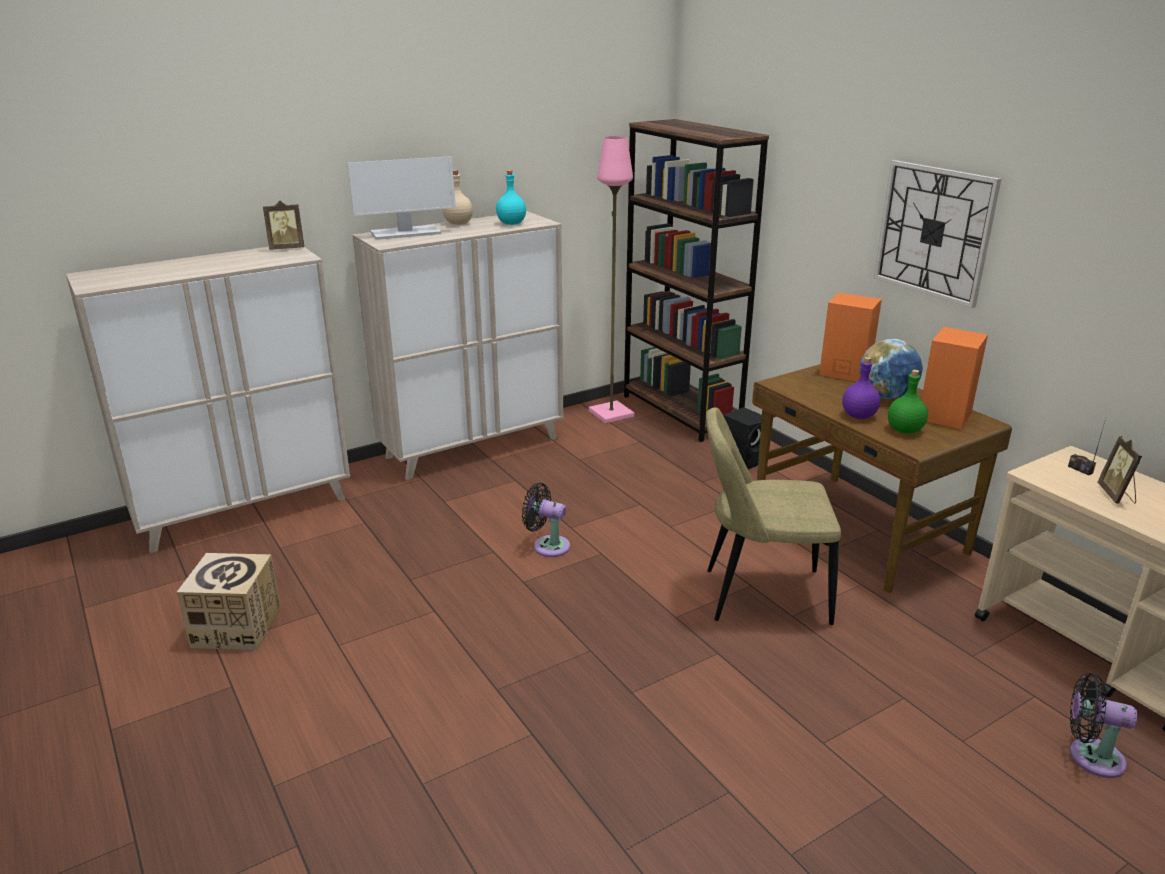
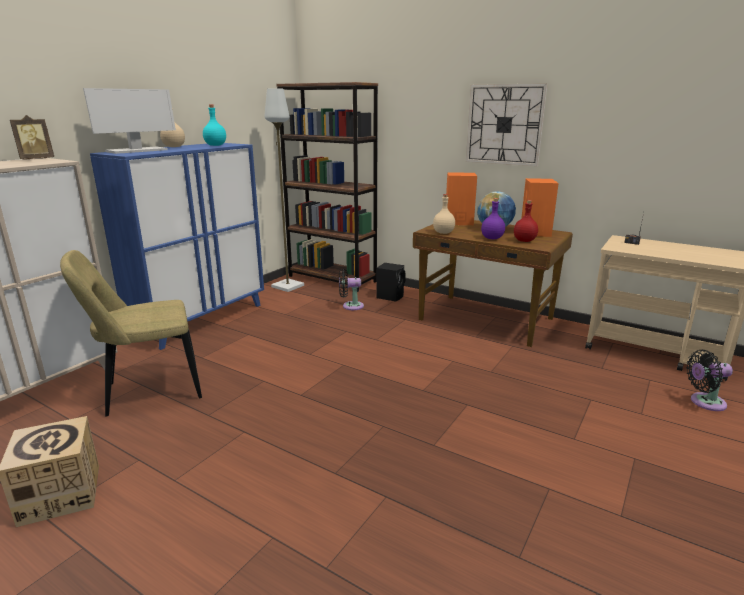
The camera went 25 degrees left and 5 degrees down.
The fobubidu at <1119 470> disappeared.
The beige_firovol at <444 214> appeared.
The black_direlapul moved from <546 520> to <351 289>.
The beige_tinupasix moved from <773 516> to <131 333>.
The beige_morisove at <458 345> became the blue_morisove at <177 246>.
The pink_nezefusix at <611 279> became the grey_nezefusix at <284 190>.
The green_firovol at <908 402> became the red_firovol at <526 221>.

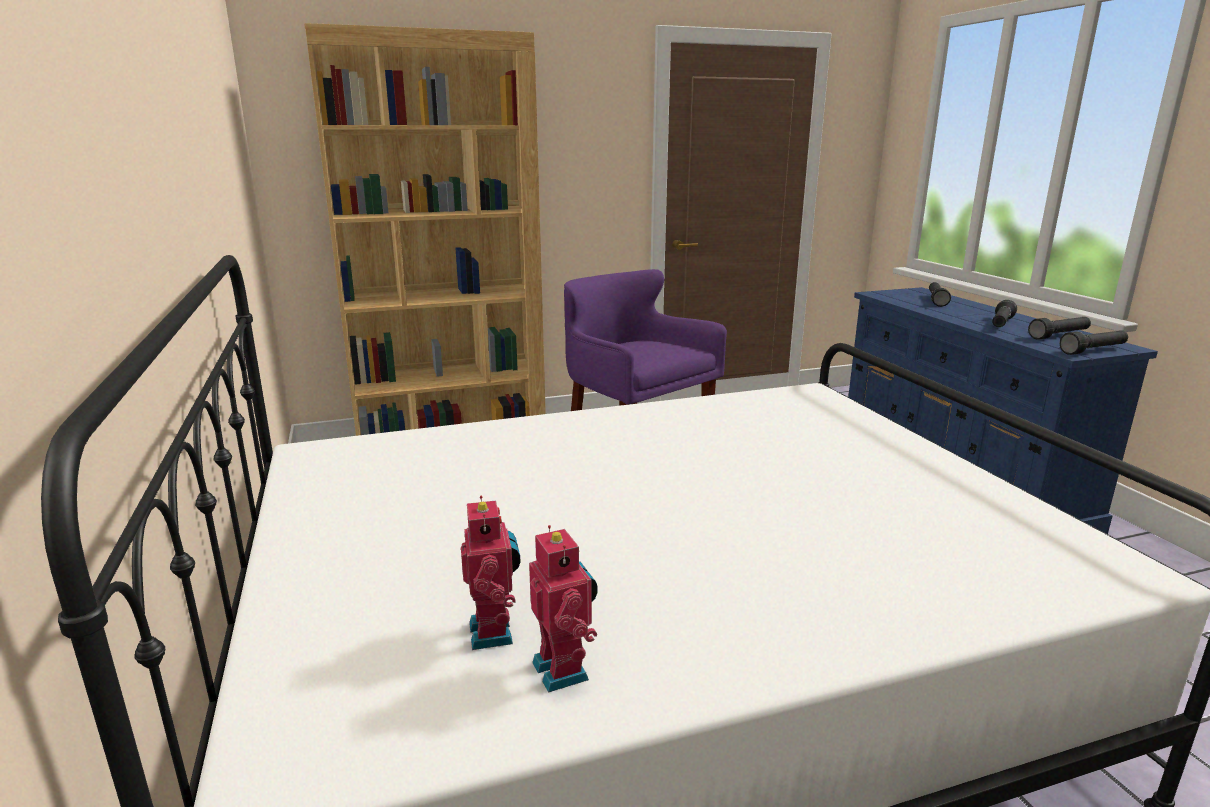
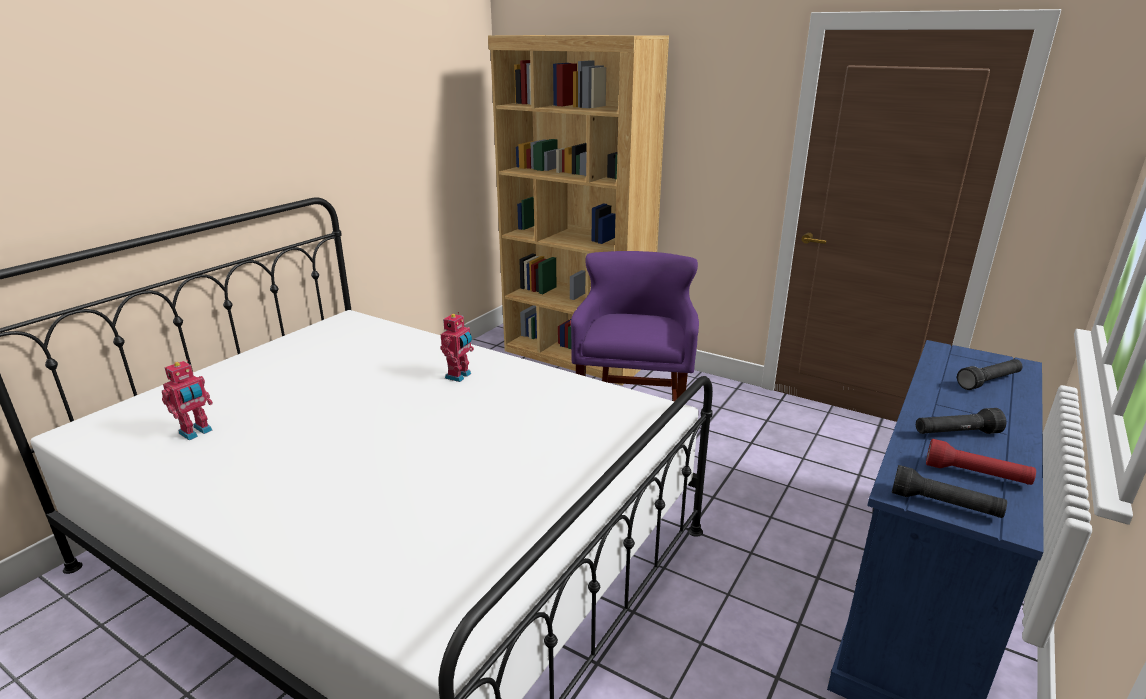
The camera went 50 degrees right and 5 degrees up.
The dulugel moved from <563 609> to <457 347>.
The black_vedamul at <1059 328> became the red_vedamul at <981 462>.

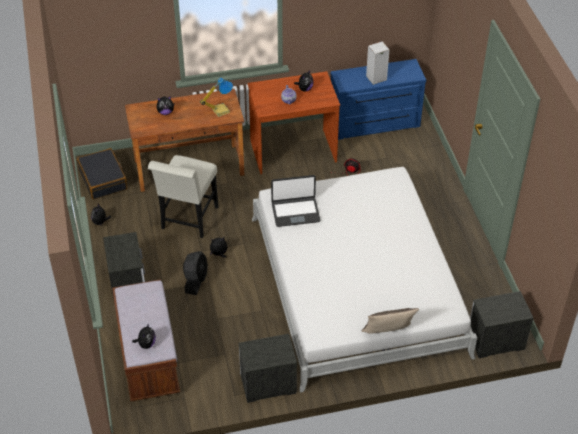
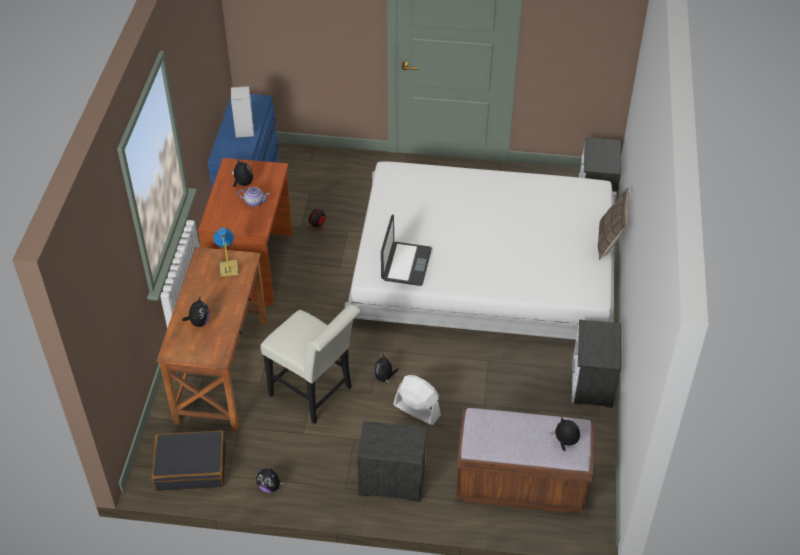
The camera went 70 degrees left and 0 degrees up.
The black_direlapul at <195 273> became the white_direlapul at <417 400>.

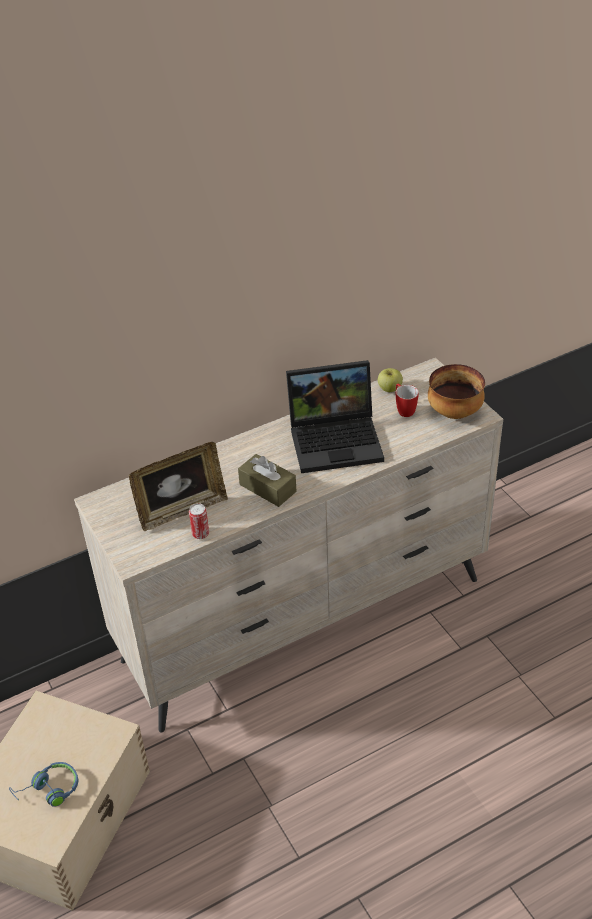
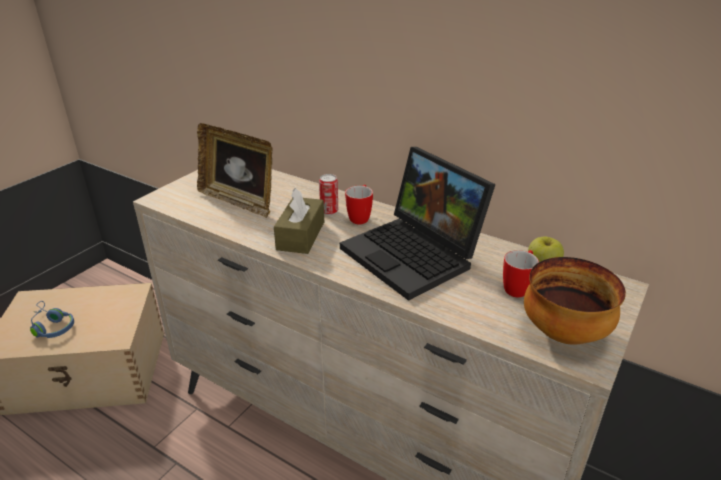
The camera went 60 degrees right and 10 degrees down.
The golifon at <359 204> appeared.
The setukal moved from <199 521> to <328 194>.

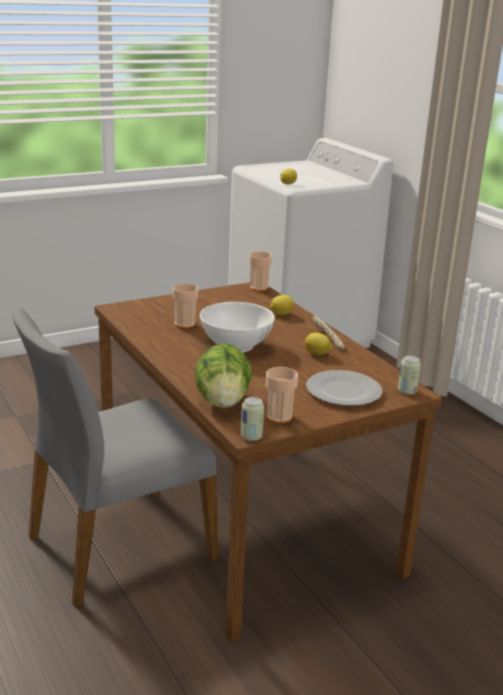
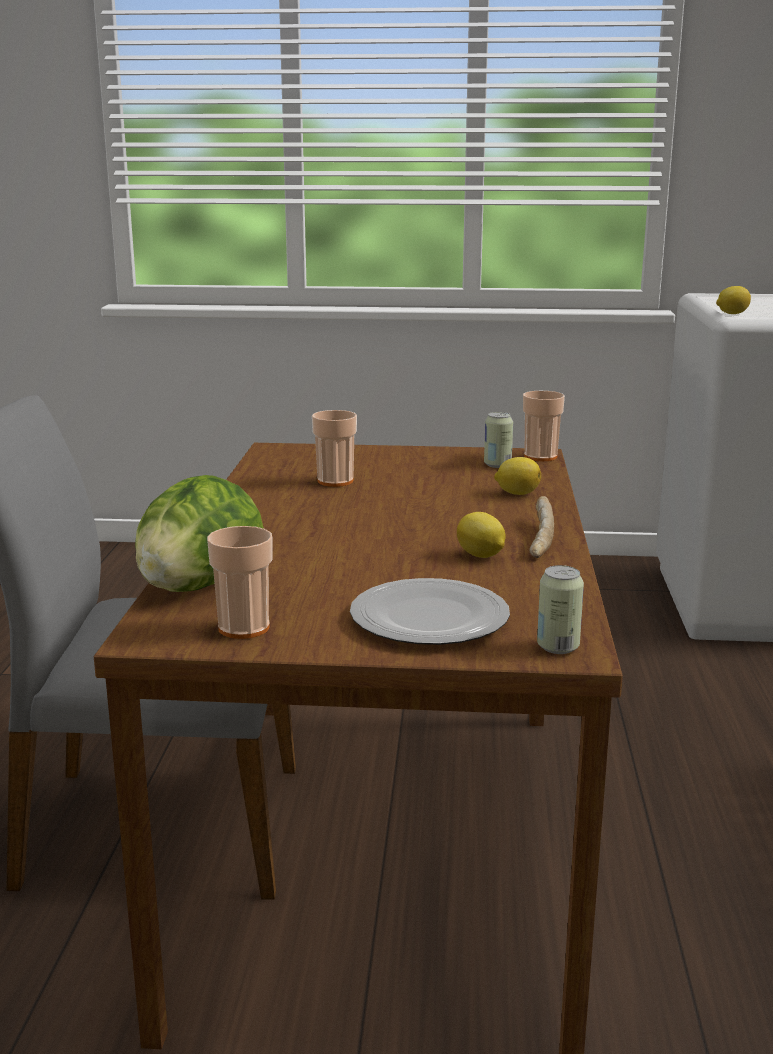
The camera went 35 degrees right and 5 degrees down.
The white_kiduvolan at <237 327> disappeared.
The setukal moved from <252 419> to <498 440>.

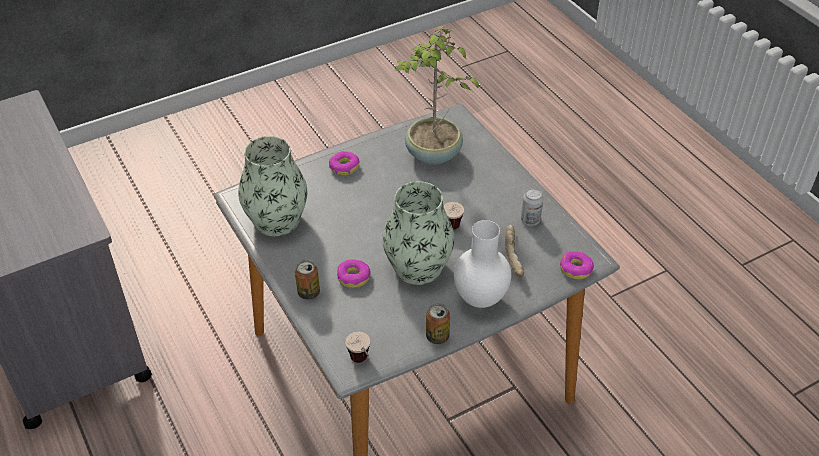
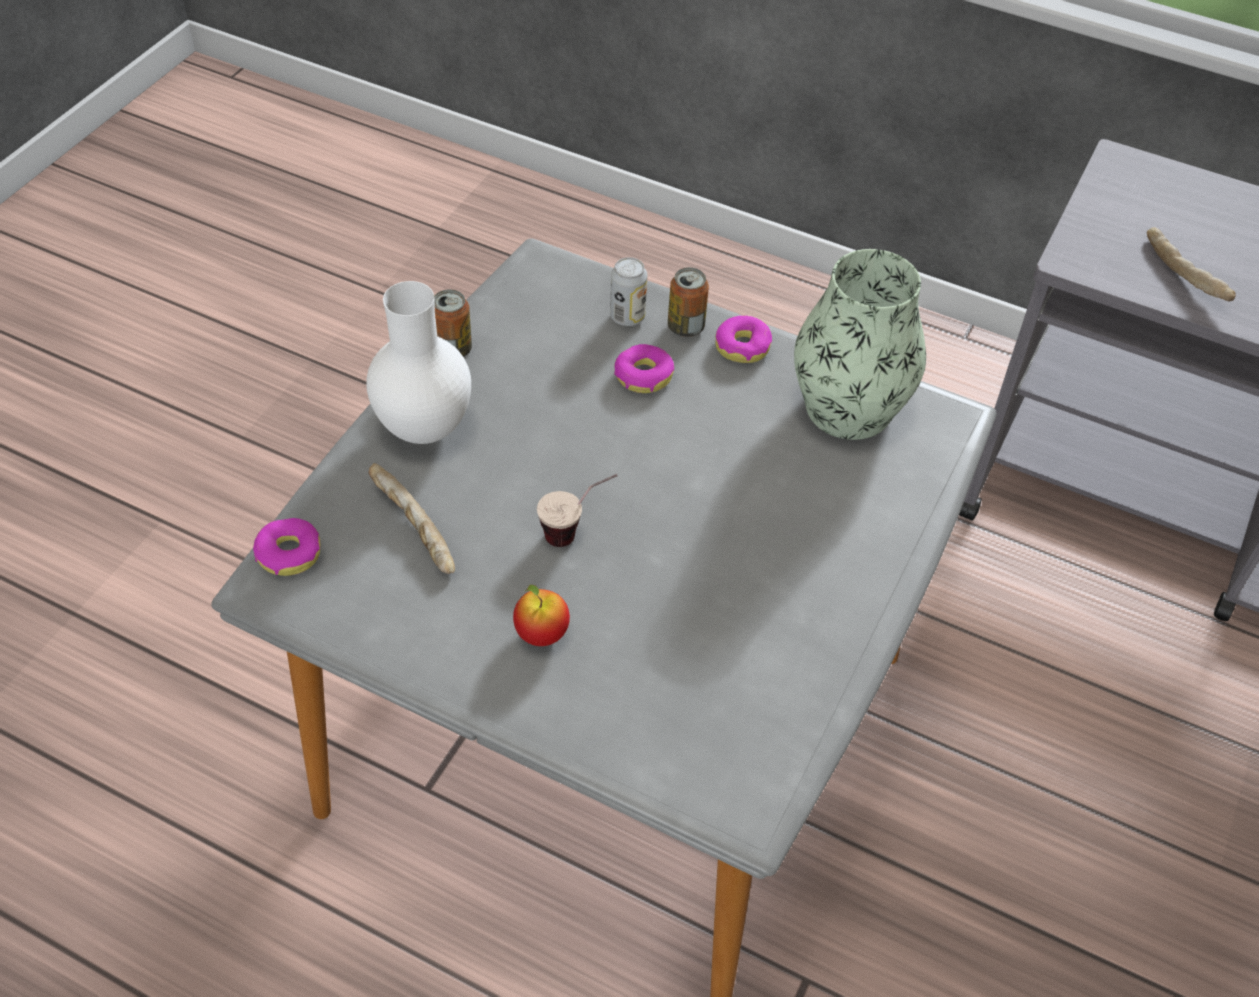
The camera went 145 degrees right and 5 degrees up.
The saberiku at <357 347> disappeared.
The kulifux at <418 233> disappeared.
The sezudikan at <436 95> disappeared.
The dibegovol at <541 615> appeared.
The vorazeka at <1191 264> appeared.
The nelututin moved from <344 163> to <743 339>.
The setukal moved from <532 207> to <629 291>.

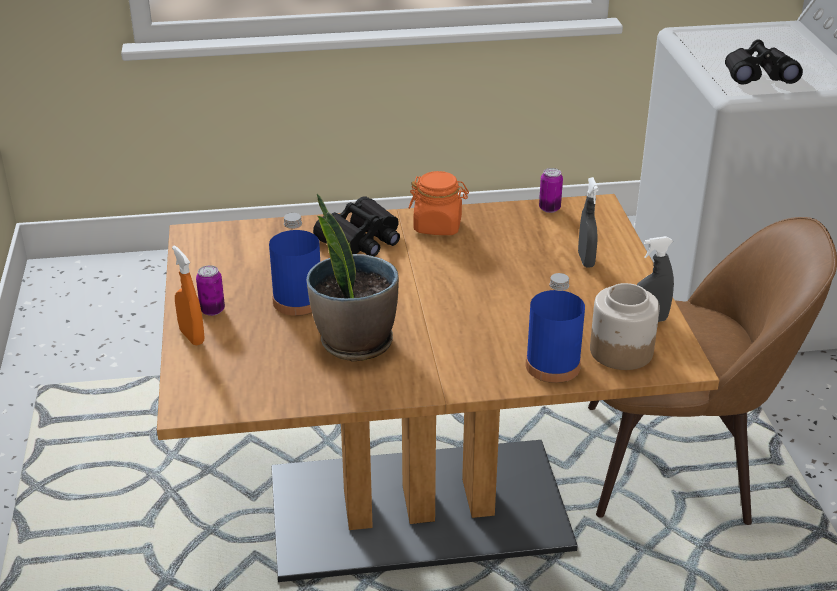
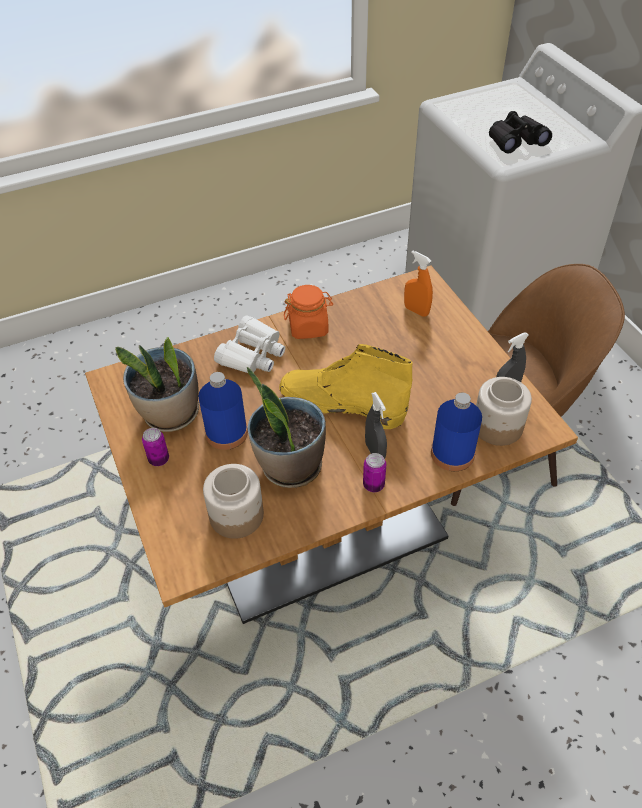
The camera went 15 degrees left and 15 degrees up.
The sezudikan at <157 384> appeared.
The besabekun at <233 501> appeared.
The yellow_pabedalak at <346 386> appeared.
The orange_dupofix moved from <188 295> to <418 283>.
The setukal moved from <551 190> to <374 472>.
The grey_dupofix moved from <588 222> to <376 425>.
The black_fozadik at <356 226> became the white_fozadik at <249 344>.

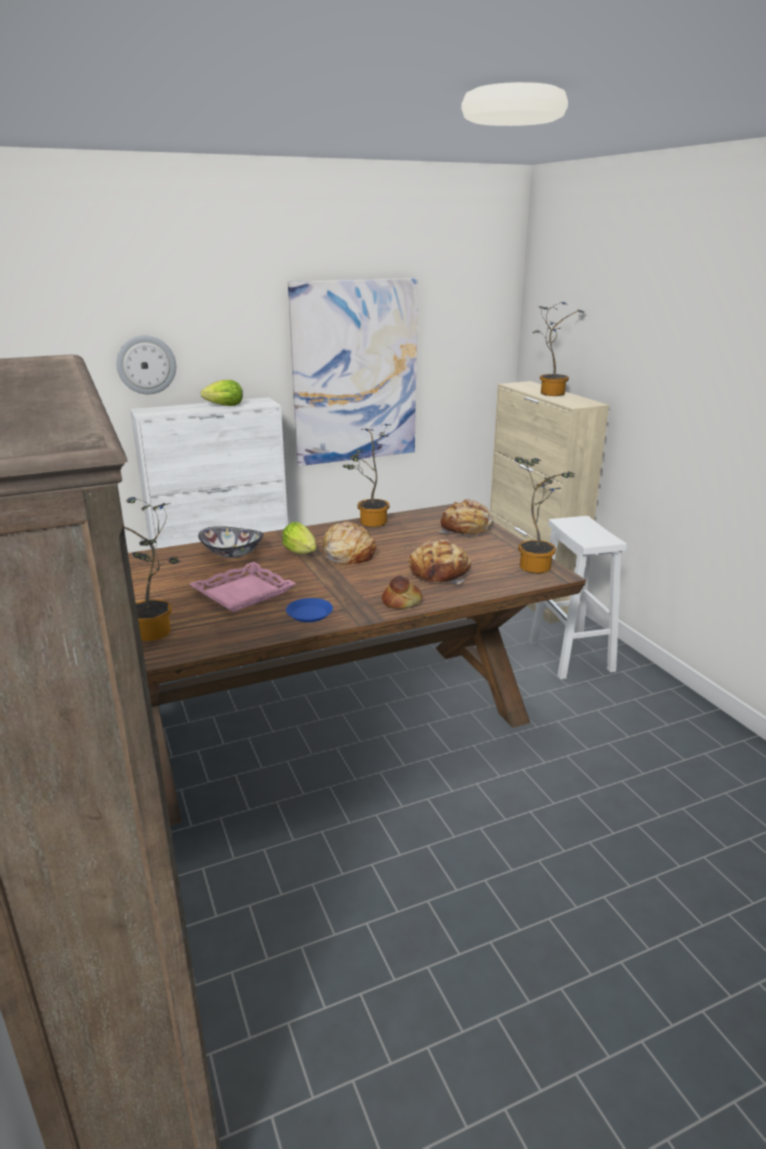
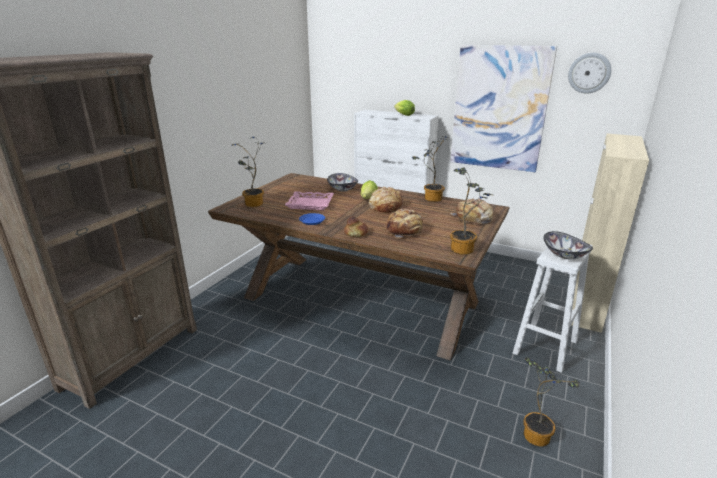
The camera went 50 degrees right and 0 degrees up.
The kiduvolan at <568 245> appeared.
The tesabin moved from <146 364> to <589 73>.
The sezudikan moved from <558 349> to <552 401>.

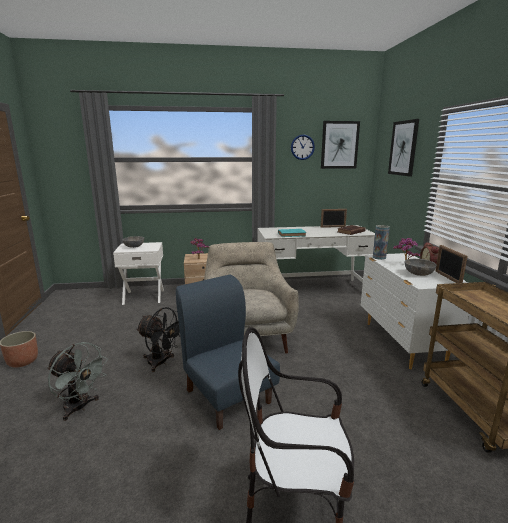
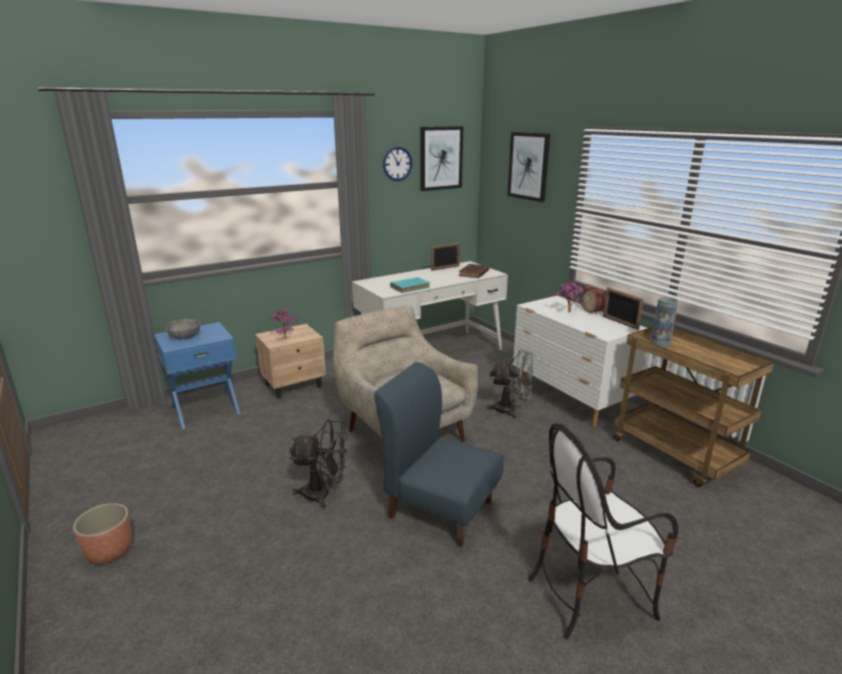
The camera went 25 degrees left and 5 degrees up.
The grey_kiduvolan at <420 267> disappeared.
The grey_direlapul moved from <77 381> to <509 384>.
The kulifux moved from <381 242> to <664 321>.
The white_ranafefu at <138 273> became the blue_ranafefu at <197 375>.

